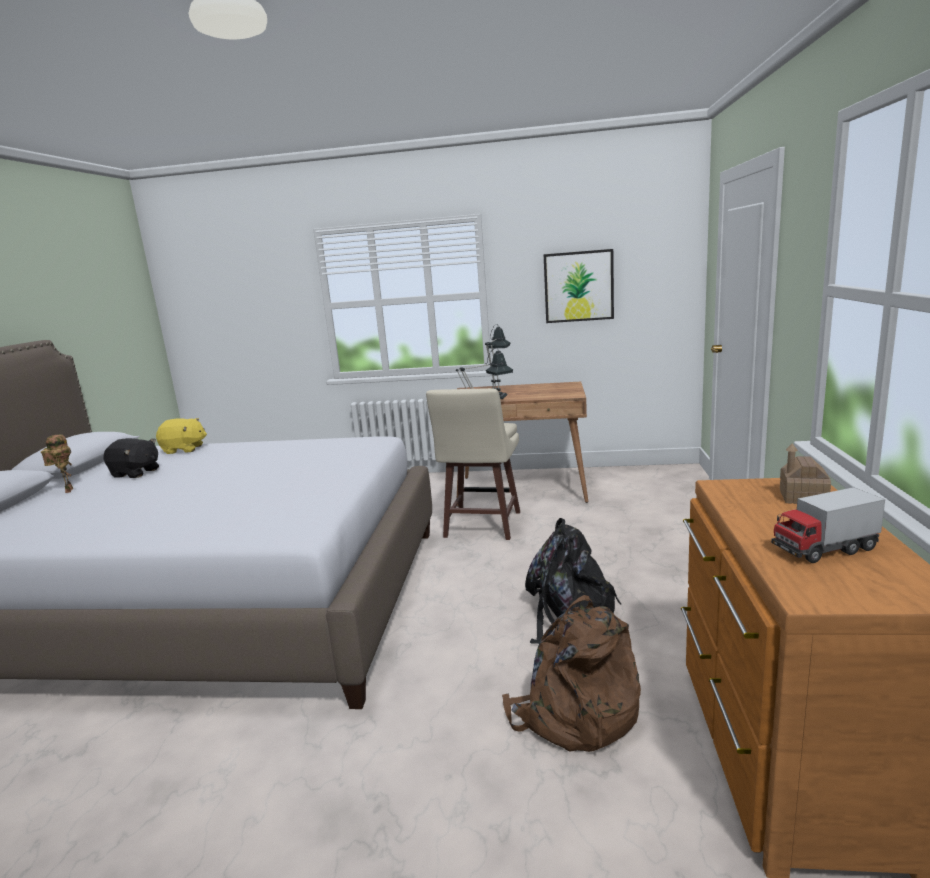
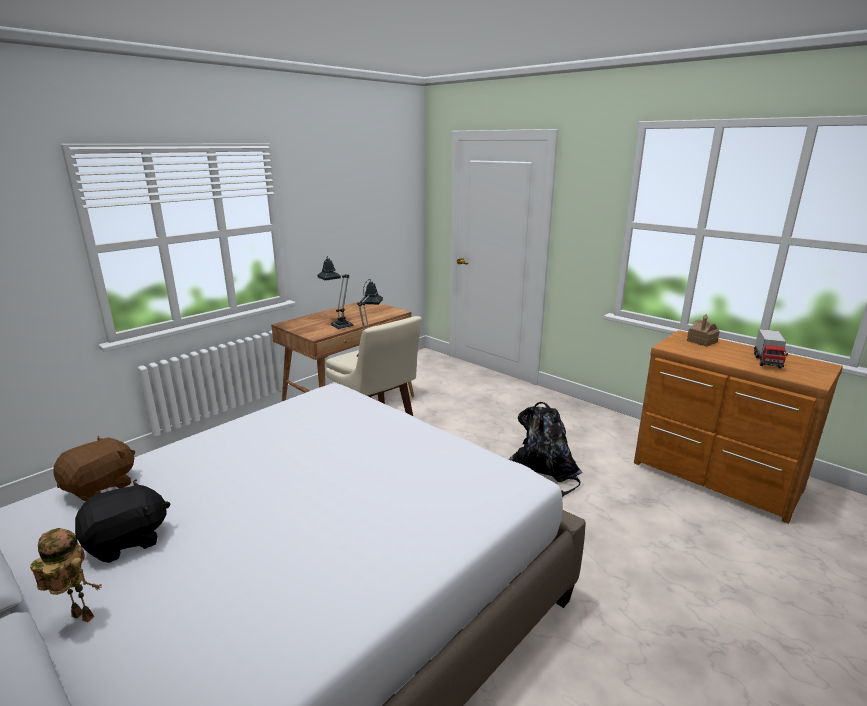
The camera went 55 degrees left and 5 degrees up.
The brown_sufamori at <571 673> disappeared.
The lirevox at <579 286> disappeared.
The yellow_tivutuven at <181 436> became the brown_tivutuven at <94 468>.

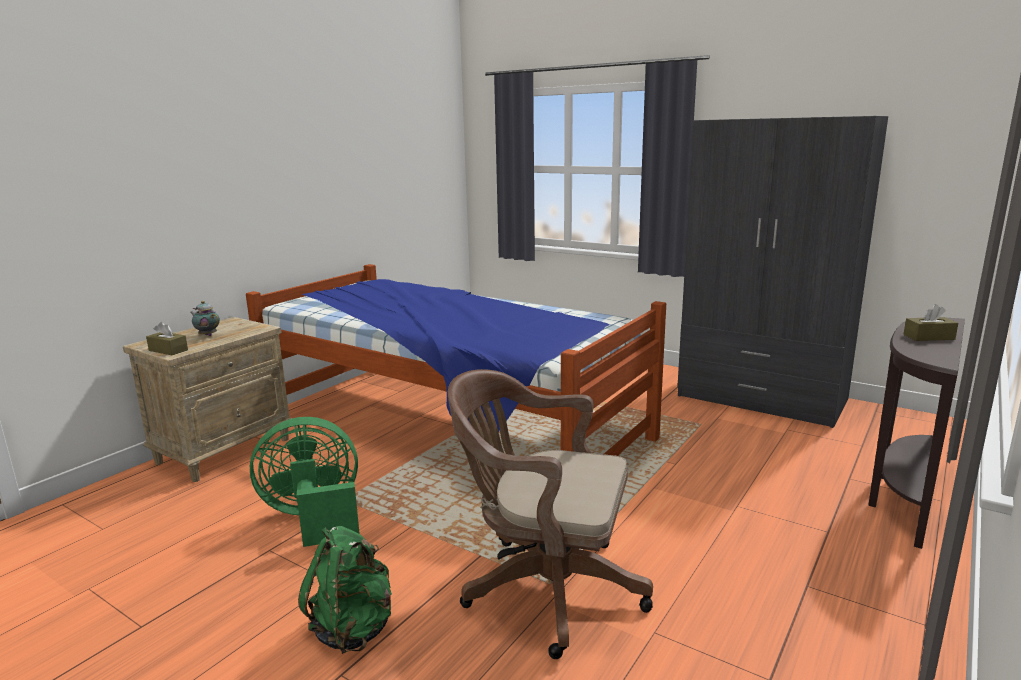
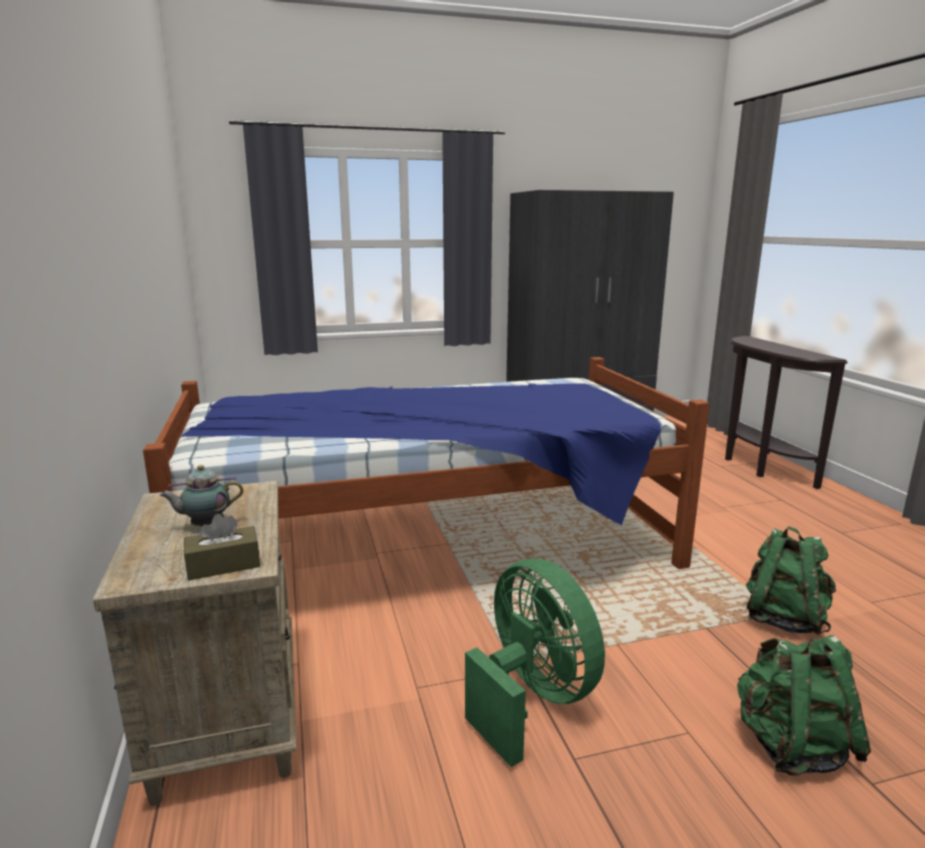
The camera went 50 degrees left and 0 degrees up.
The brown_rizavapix at <930 322> disappeared.
The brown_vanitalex at <550 514> was replaced by the green_sufamori at <791 580>.
The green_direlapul at <305 482> turned 120 degrees clockwise.

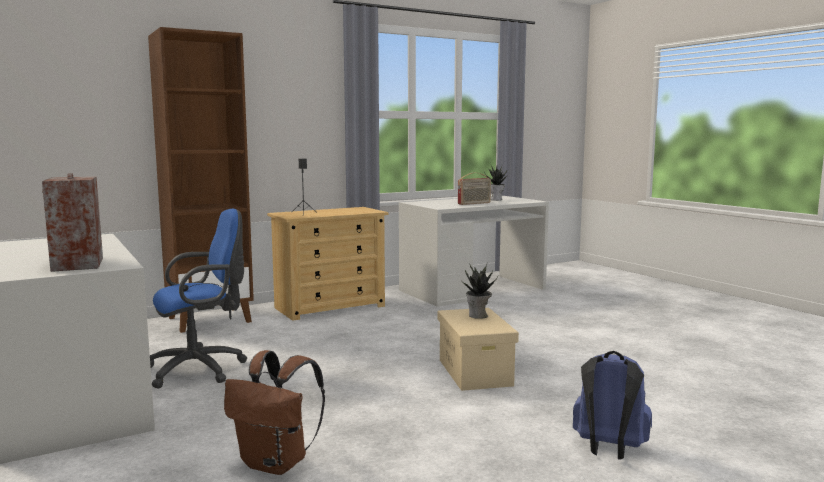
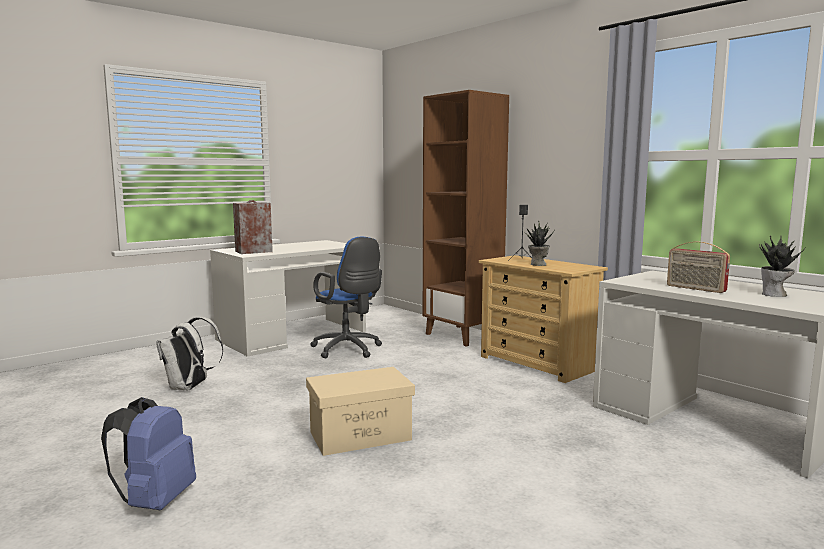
The camera went 80 degrees right and 0 degrees up.
The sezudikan moved from <479 291> to <540 243>.
The brown_sufamori at <274 412> became the white_sufamori at <189 353>.

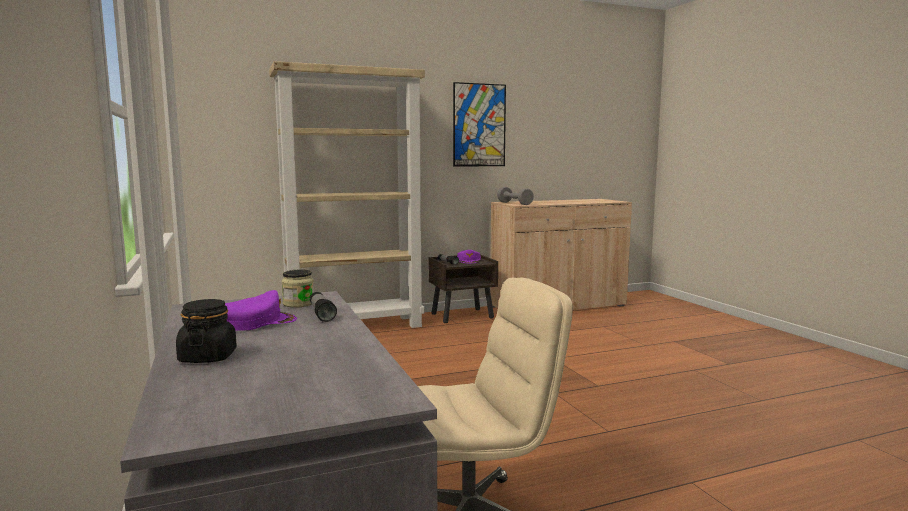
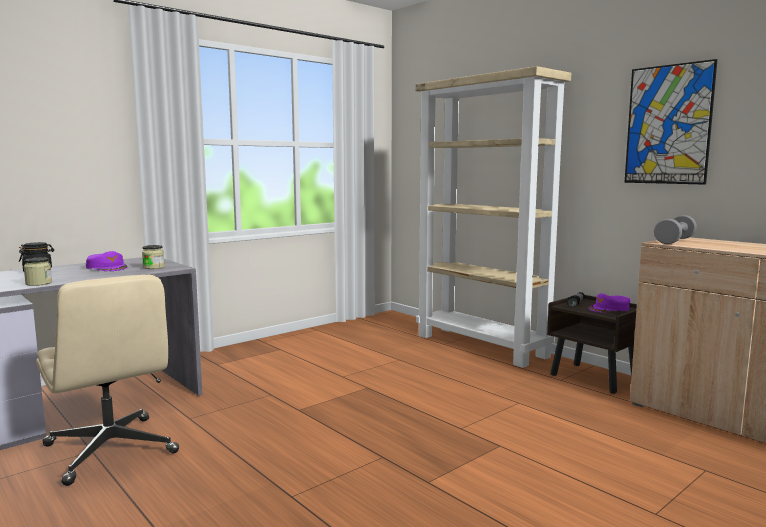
The camera went 70 degrees right and 0 degrees up.
The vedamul at <323 307> disappeared.
The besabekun at <37 272> appeared.

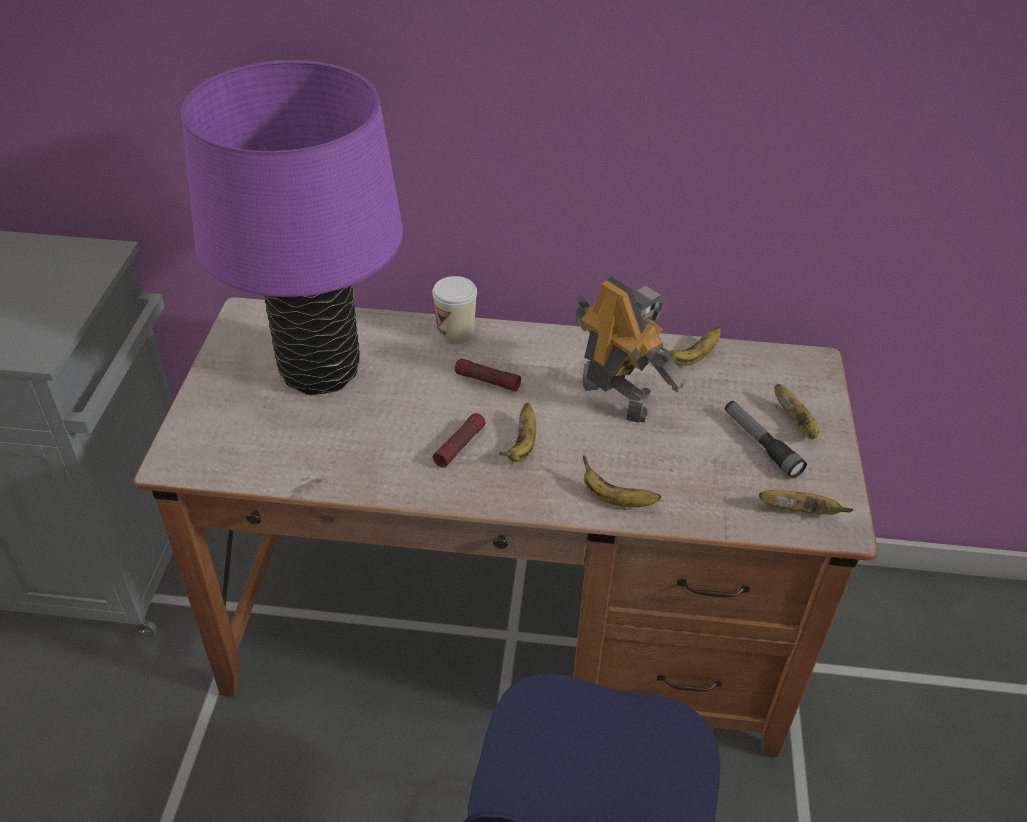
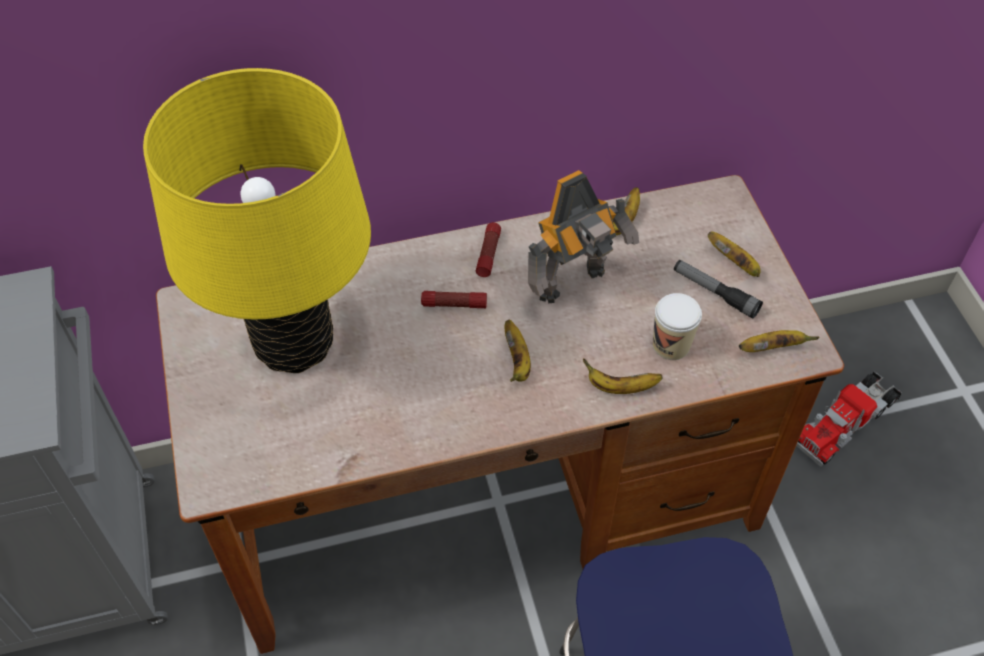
The camera went 20 degrees left and 10 degrees up.
The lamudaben at <849 419> appeared.
The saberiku moved from <454 310> to <677 326>.
The vedamul moved from <459 440> to <488 249>.
The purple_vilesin at <292 227> became the yellow_vilesin at <257 220>.
The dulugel at <630 349> turned 120 degrees clockwise.

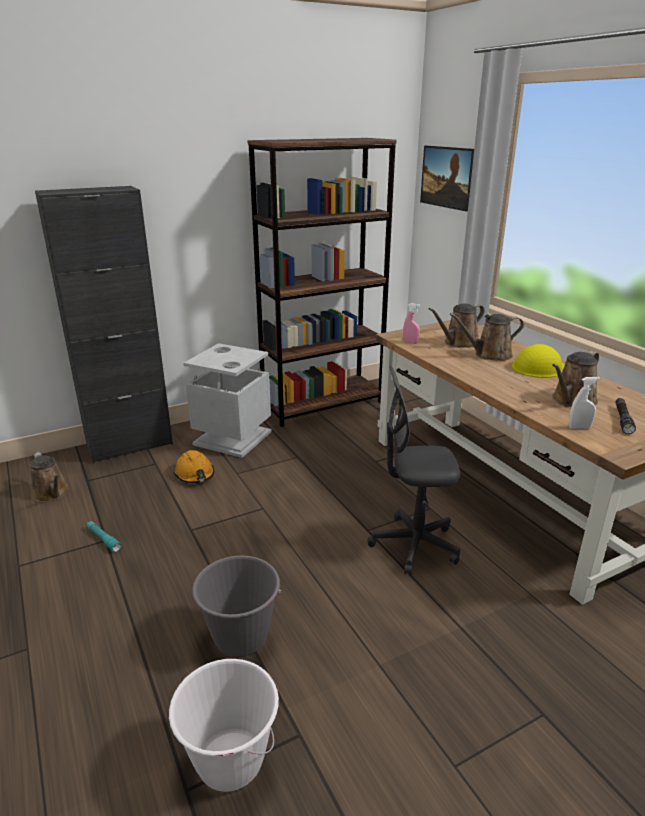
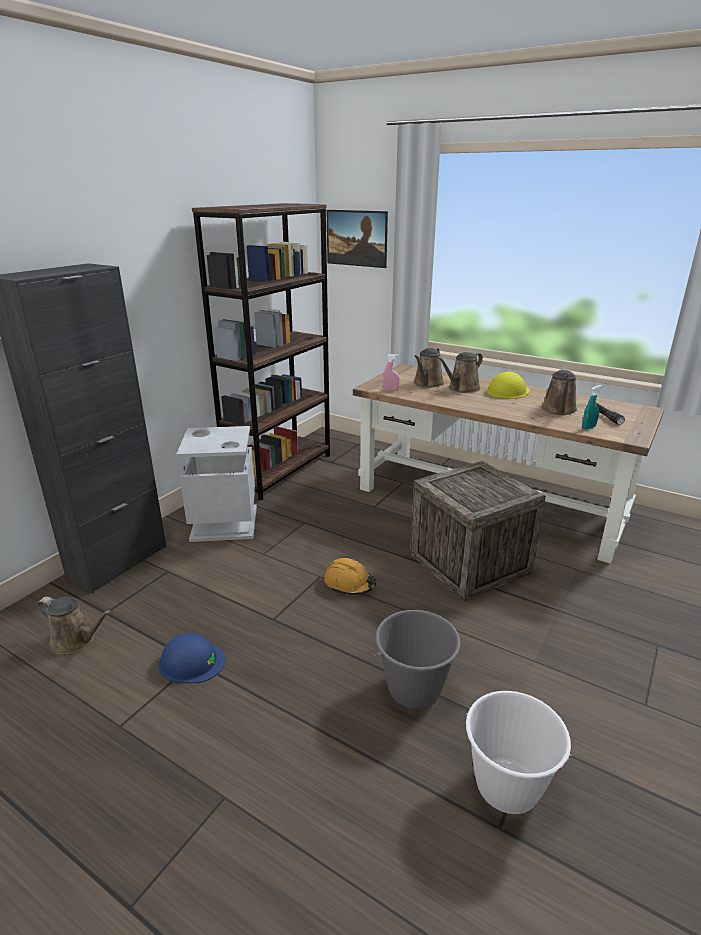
The camera went 30 degrees left and 0 degrees up.
The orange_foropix moved from <194 466> to <350 576>.
The turquoise_vedamul at <104 536> was replaced by the blue_foropix at <191 658>.
The grey_vanitalex at <413 471> was replaced by the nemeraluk at <478 531>.
The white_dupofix at <584 403> became the turquoise_dupofix at <592 407>.

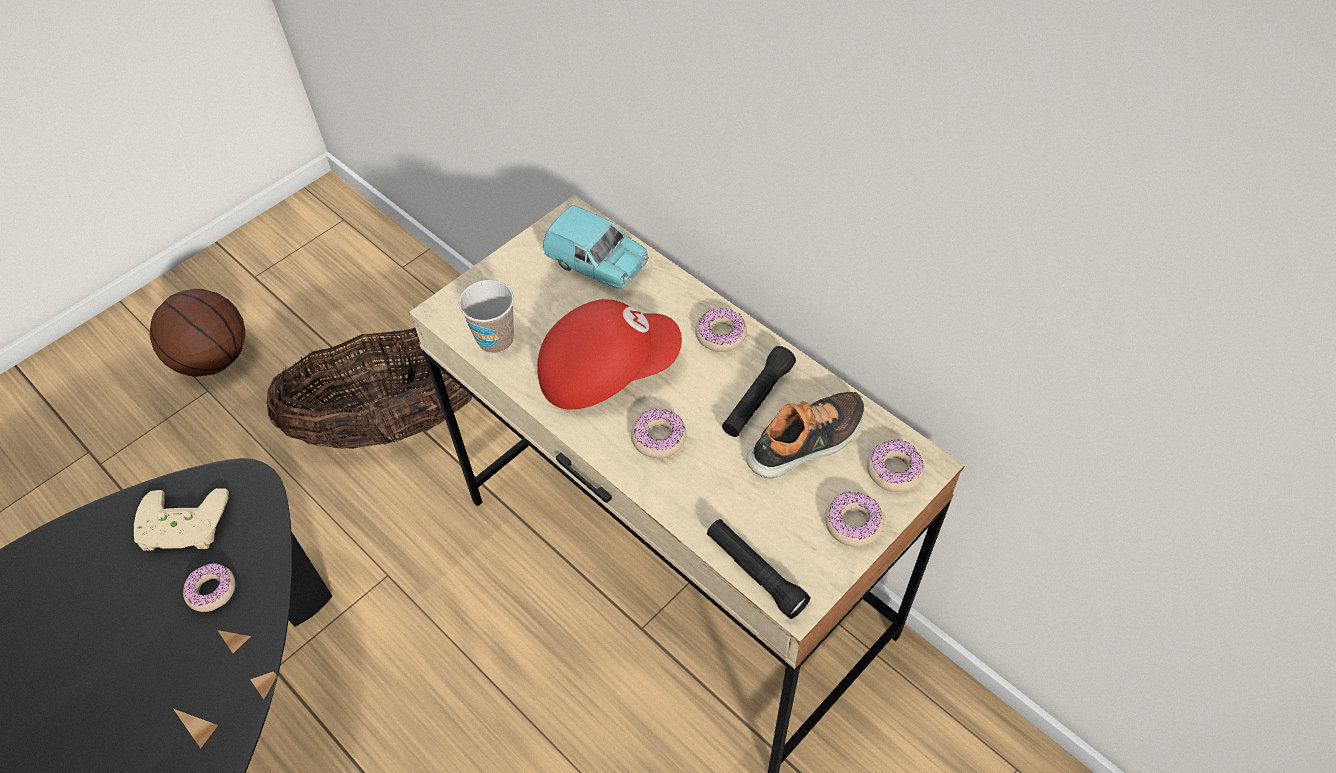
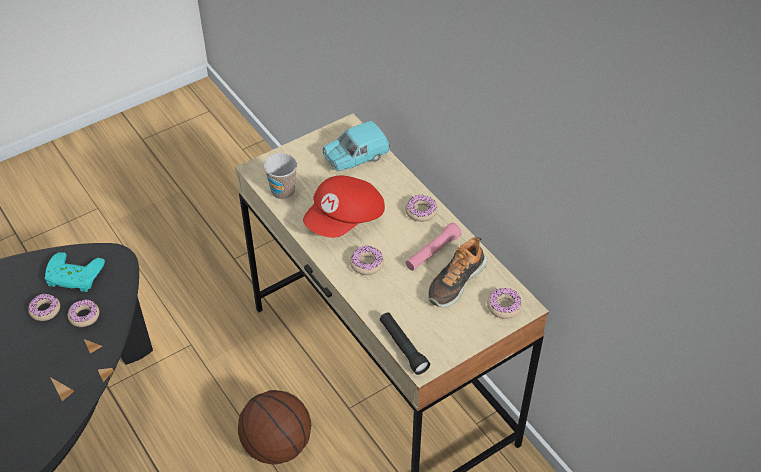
The camera went 10 degrees right and 5 degrees down.
The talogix at <369 388> disappeared.
The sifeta moved from <198 333> to <274 427>.
The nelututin moved from <854 519> to <44 307>.
The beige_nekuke at <181 519> became the turquoise_nekuke at <75 272>.
The black_vedamul at <759 391> became the pink_vedamul at <433 247>.
The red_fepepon at <609 354> turned 135 degrees clockwise.
The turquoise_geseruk at <596 247> turned 105 degrees clockwise.
The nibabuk at <805 435> turned 150 degrees clockwise.

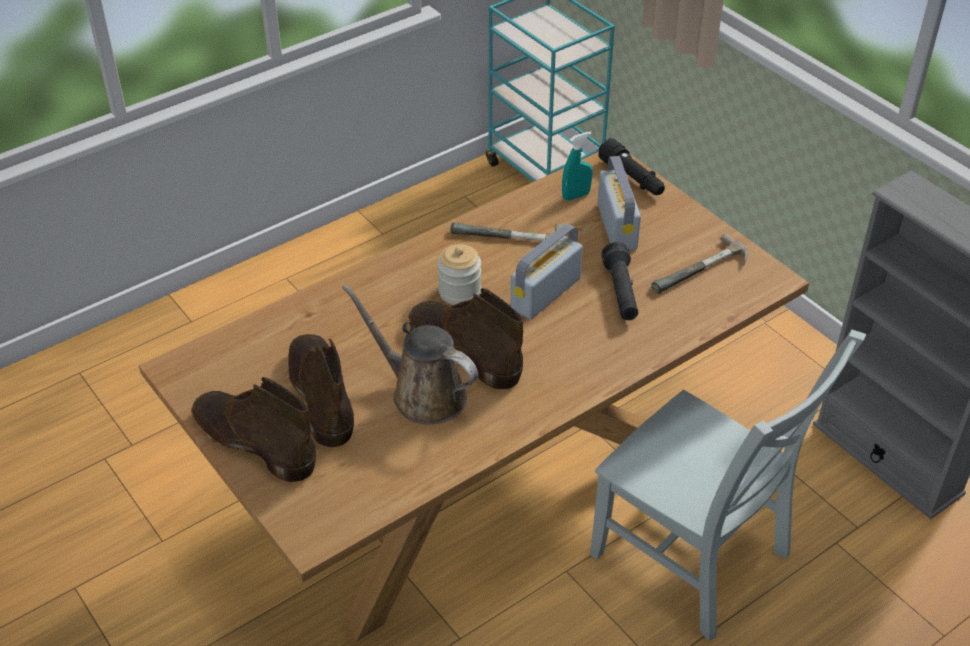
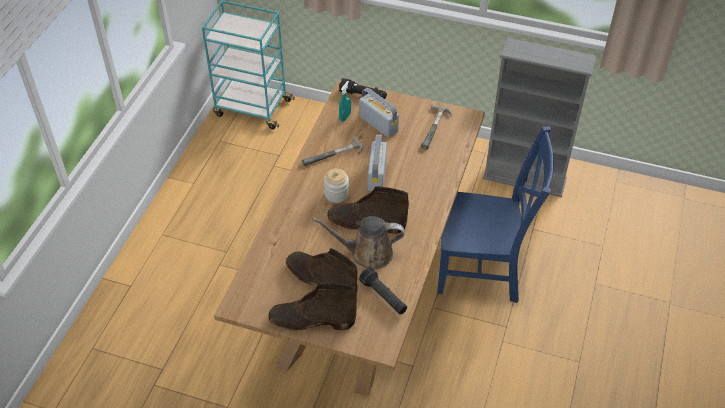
The camera went 35 degrees left and 5 degrees up.
The black_vedamul moved from <619 281> to <383 290>.
The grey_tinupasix at <728 485> became the blue_tinupasix at <495 214>.

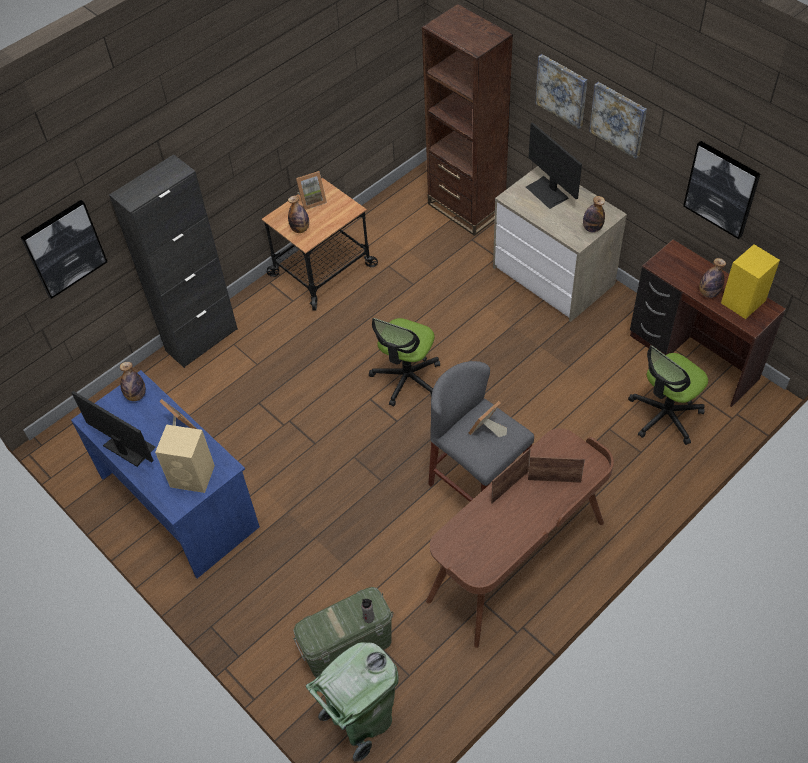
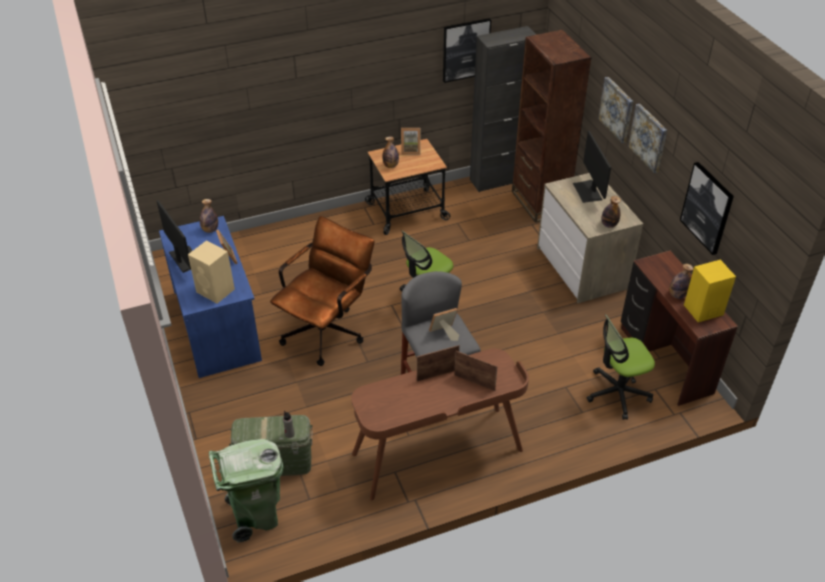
The camera went 20 degrees right and 10 degrees down.
The brown_vanitalex at <322 291> appeared.
The lirevox moved from <63 249> to <467 50>.
The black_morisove moved from <173 261> to <503 109>.

